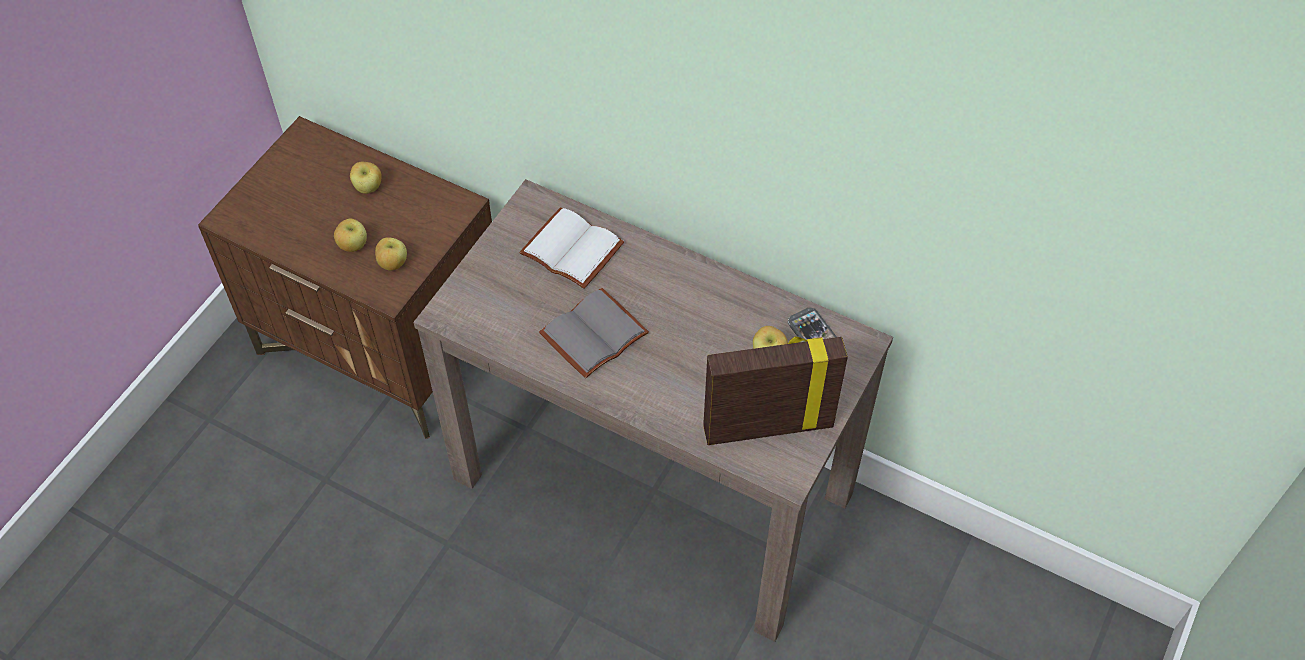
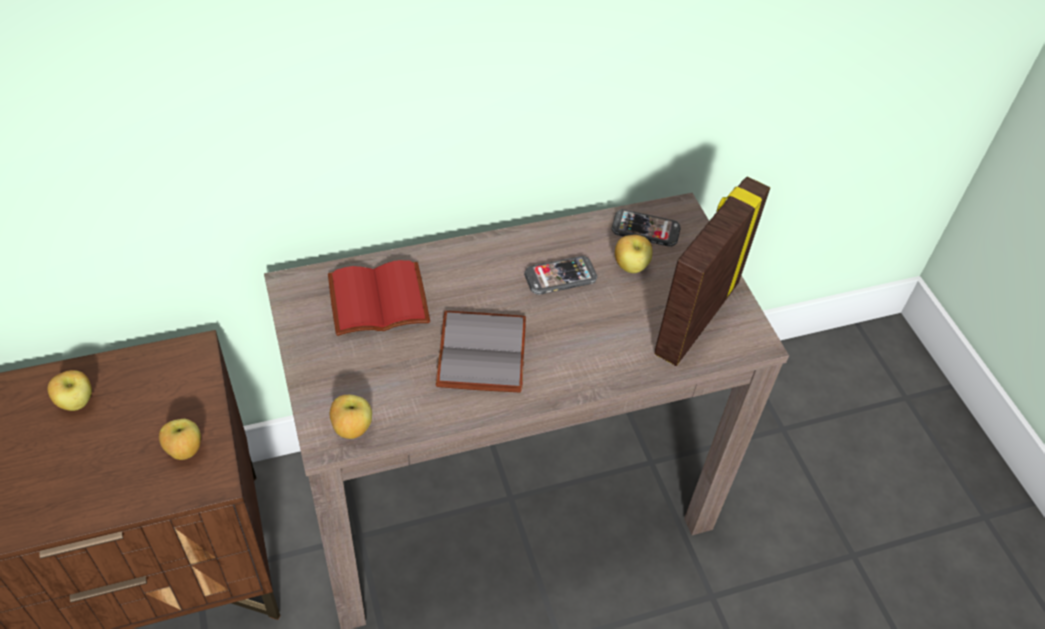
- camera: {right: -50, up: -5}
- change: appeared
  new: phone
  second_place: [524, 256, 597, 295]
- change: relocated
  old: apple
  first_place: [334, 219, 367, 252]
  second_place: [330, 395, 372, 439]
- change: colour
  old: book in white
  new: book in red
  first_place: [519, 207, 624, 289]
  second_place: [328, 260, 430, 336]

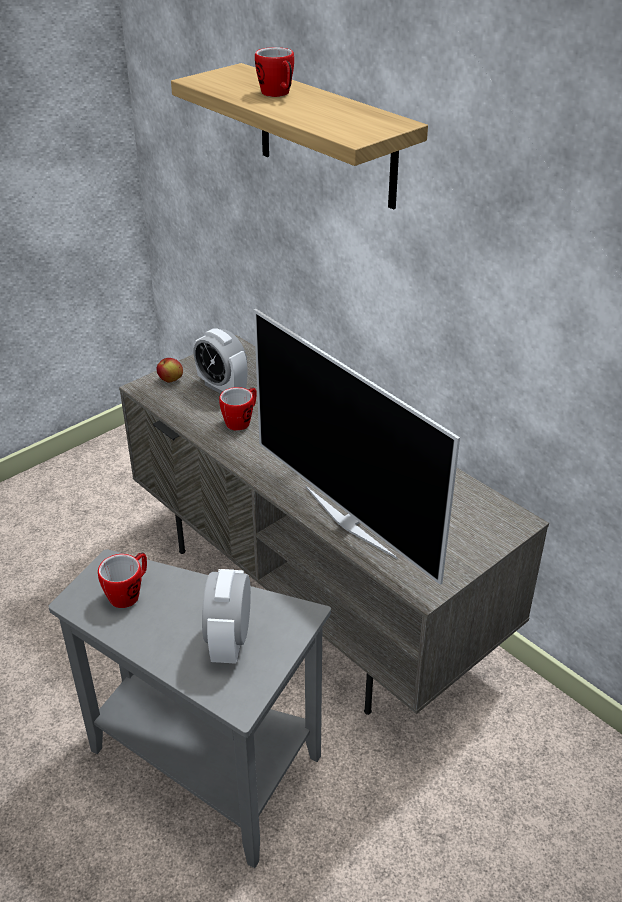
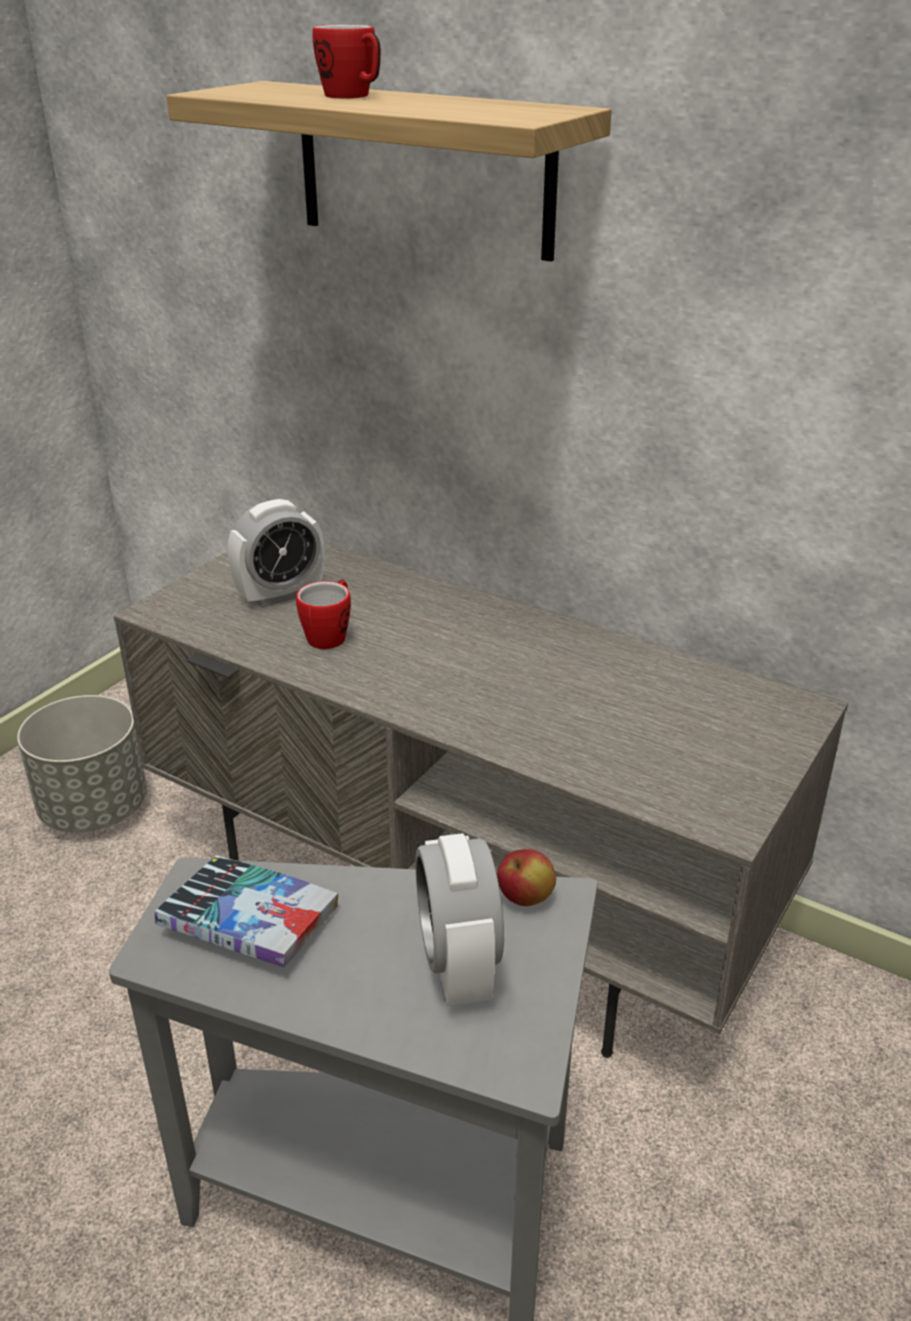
- camera: {right: -15, up: -5}
- change: missing
  old: television
  first_place: [254, 309, 460, 585]
- change: appeared
  new: planter in grey
  second_place: [17, 695, 147, 832]
- change: relocated
  old: apple
  first_place: [157, 358, 183, 383]
  second_place: [497, 849, 556, 906]
- change: exchanged
  old: mug
  new: book
  first_place: [98, 553, 147, 608]
  second_place: [154, 856, 338, 967]
- change: spun
  old: alarm clock
  first_place: [194, 328, 248, 394]
  second_place: [228, 499, 324, 608]
  degrees: -60

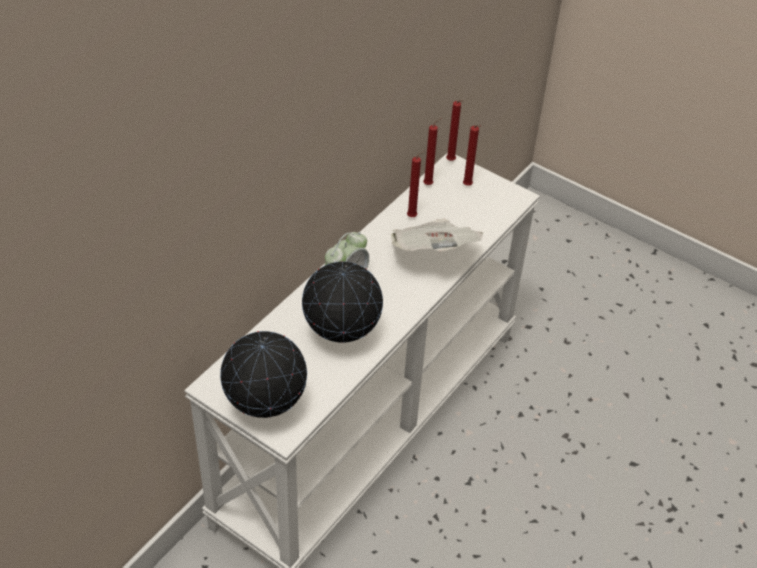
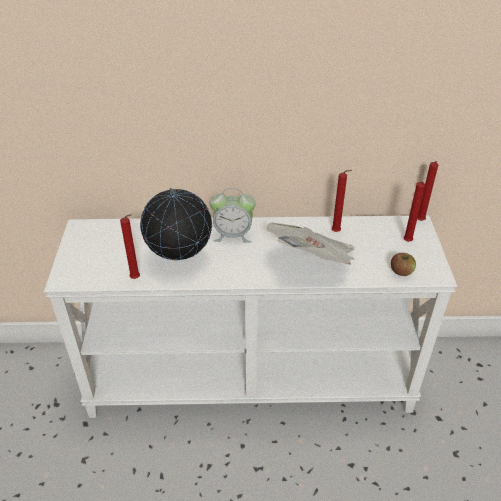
- camera: {right: 55, up: -5}
- change: missing
  old: globe
  first_place: [220, 331, 307, 418]
- change: appeared
  new: apple
  second_place: [391, 253, 416, 276]
- change: relocated
  old: candle in red
  first_place: [423, 118, 441, 185]
  second_place: [120, 214, 140, 279]

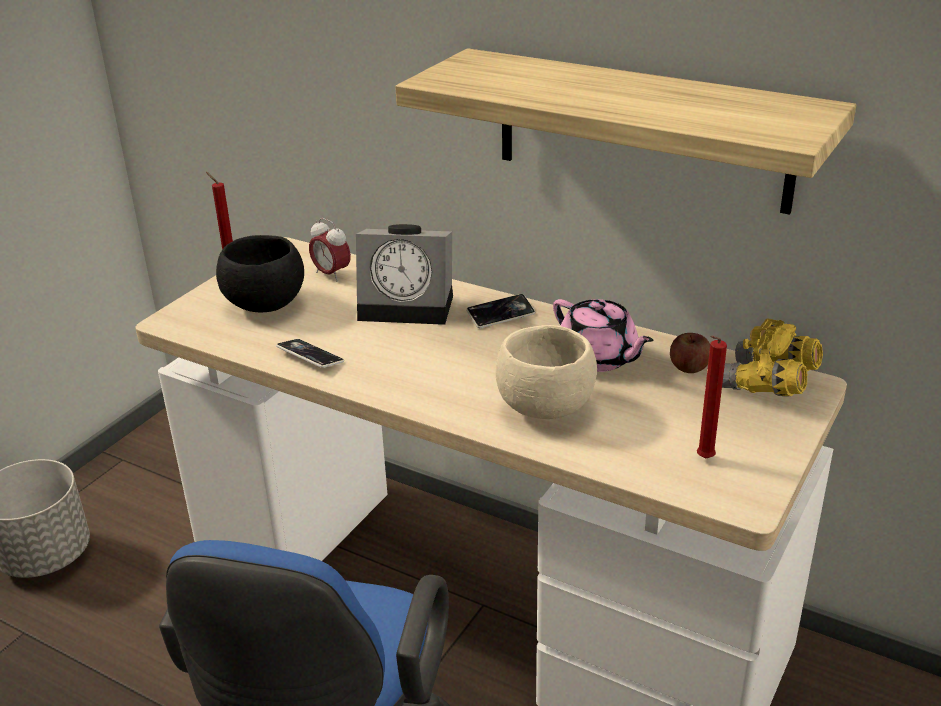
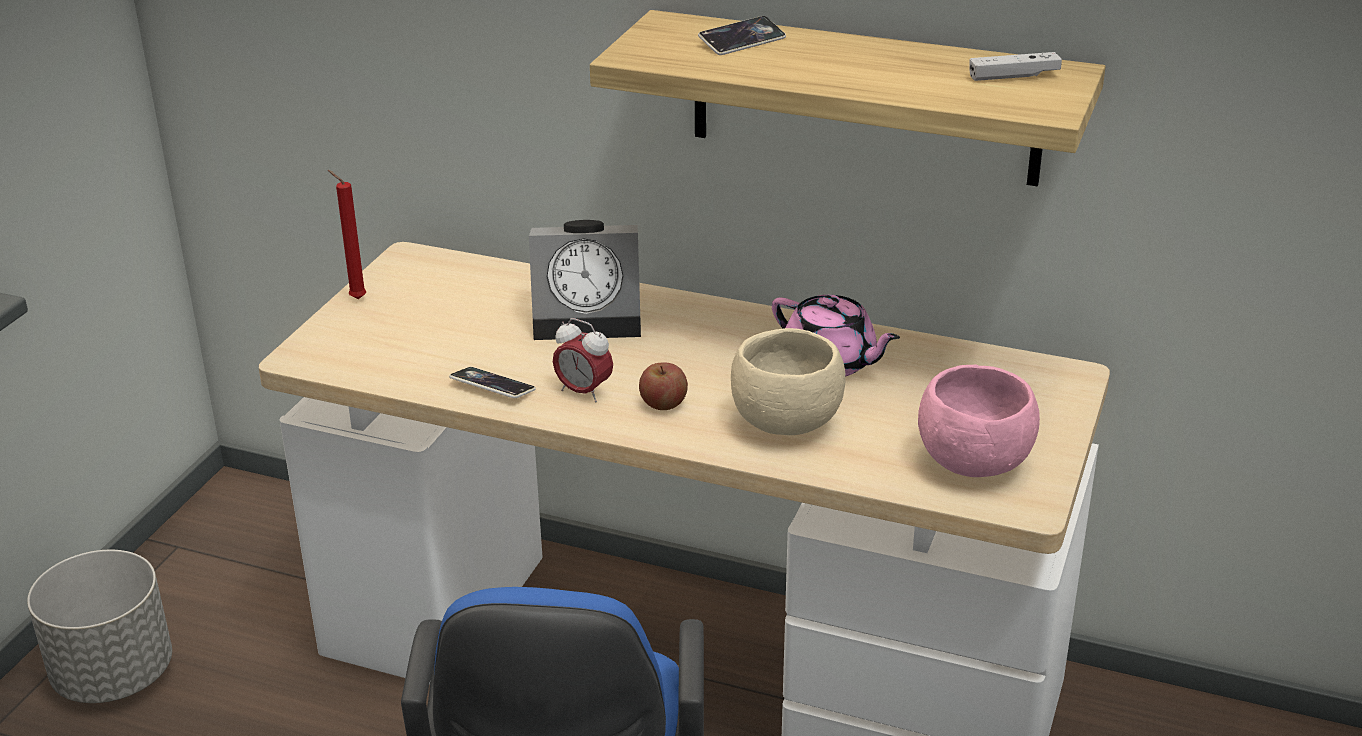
- camera: {right: -10, up: 0}
- change: missing
  old: bowl in black
  first_place: [216, 235, 304, 312]
- change: missing
  old: binoculars in yellow
  first_place: [722, 318, 823, 396]
- change: appeared
  new: game controller in white
  second_place: [969, 52, 1062, 81]
- change: relocated
  old: alarm clock
  first_place: [309, 218, 351, 282]
  second_place: [553, 318, 613, 402]
- change: relocated
  old: phone
  first_place: [466, 294, 535, 328]
  second_place: [698, 16, 786, 55]
- change: relocated
  old: apple
  first_place: [670, 333, 710, 373]
  second_place: [639, 362, 688, 410]
- change: exchanged
  old: candle in red
  new: bowl in pink
  first_place: [697, 336, 727, 459]
  second_place: [918, 365, 1040, 477]

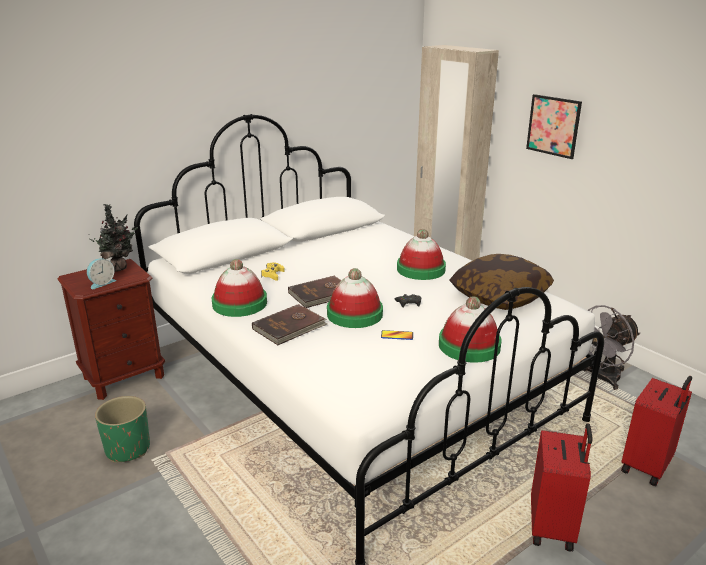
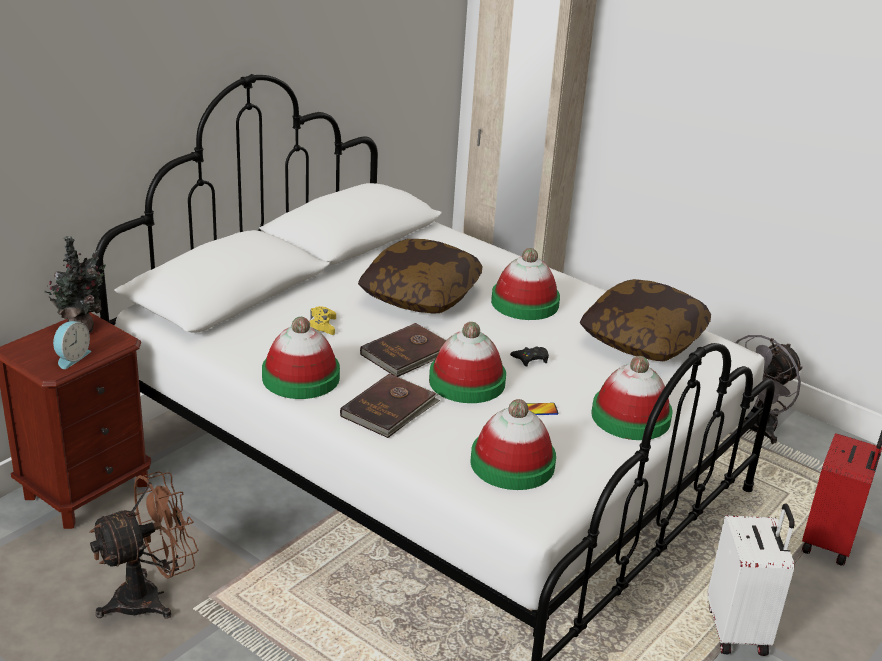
- camera: {right: -15, up: 5}
- change: missing
  old: picture
  first_place: [526, 94, 582, 159]
- change: appeared
  new: pillow
  second_place: [358, 239, 483, 313]
- change: appeared
  new: hat
  second_place: [471, 399, 556, 490]
- change: exchanged
  old: planter in green
  new: fan in brown
  first_place: [95, 396, 150, 462]
  second_place: [90, 471, 198, 619]
- change: colour
  old: suitcase in red
  new: suitcase in white
  first_place: [531, 423, 592, 552]
  second_place: [708, 504, 795, 656]

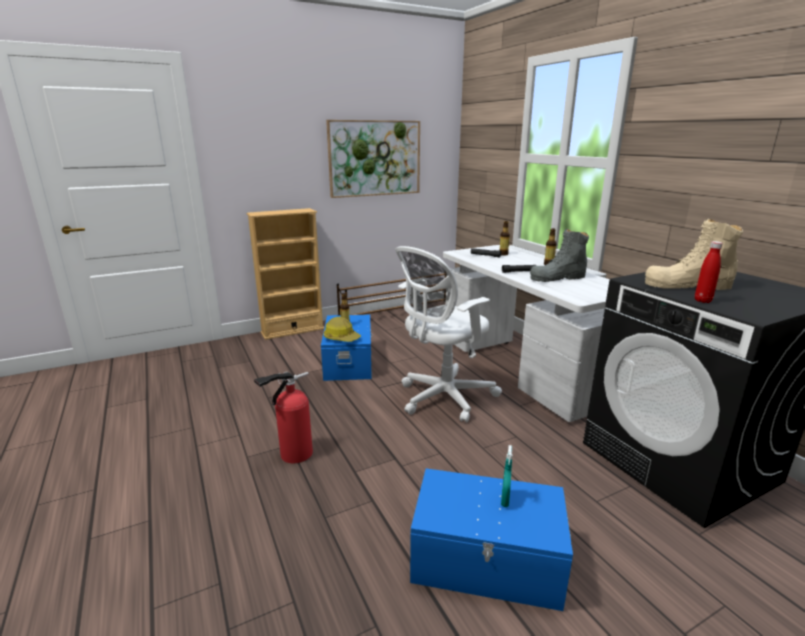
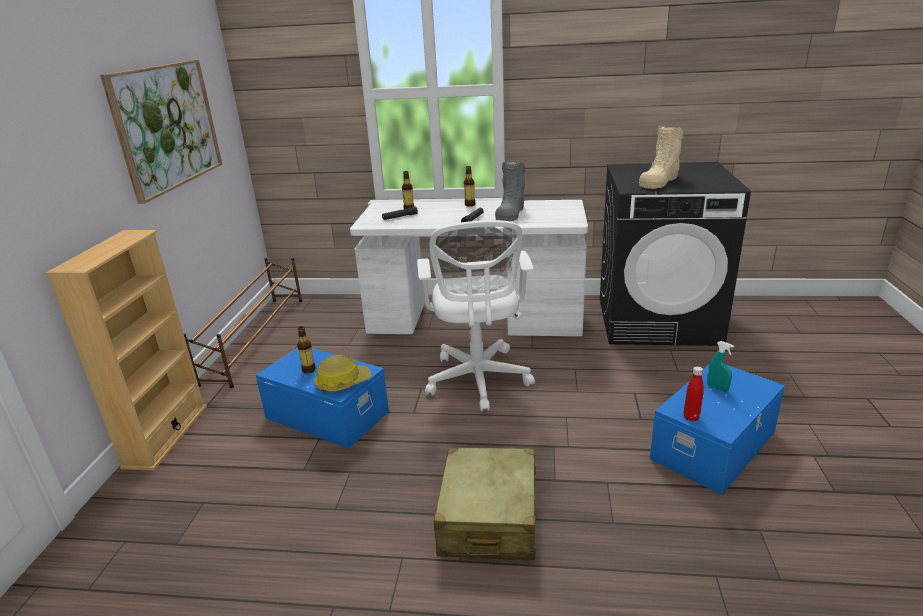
- camera: {right: -55, up: 5}
- change: relocated
  old: bottle in red
  first_place: [695, 241, 723, 303]
  second_place: [684, 366, 704, 421]
- change: exchanged
  old: fire extinguisher
  new: suitcase in beige
  first_place: [254, 372, 313, 463]
  second_place: [434, 447, 536, 560]

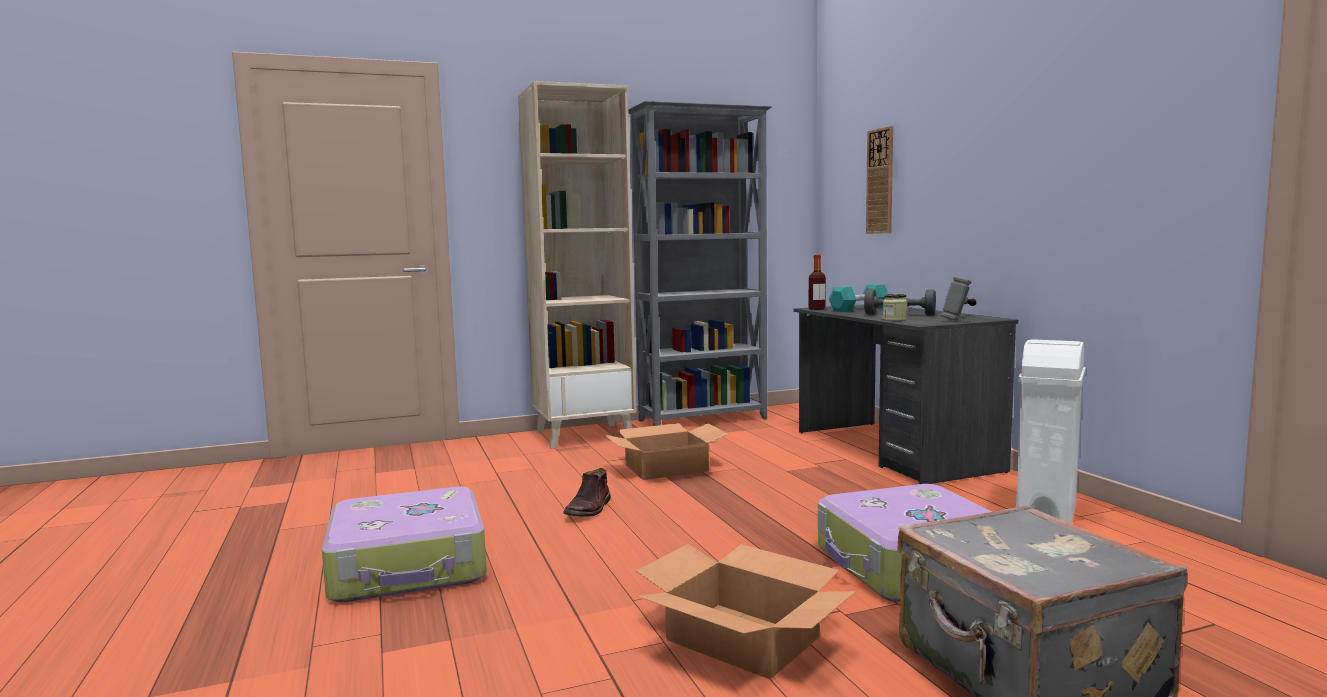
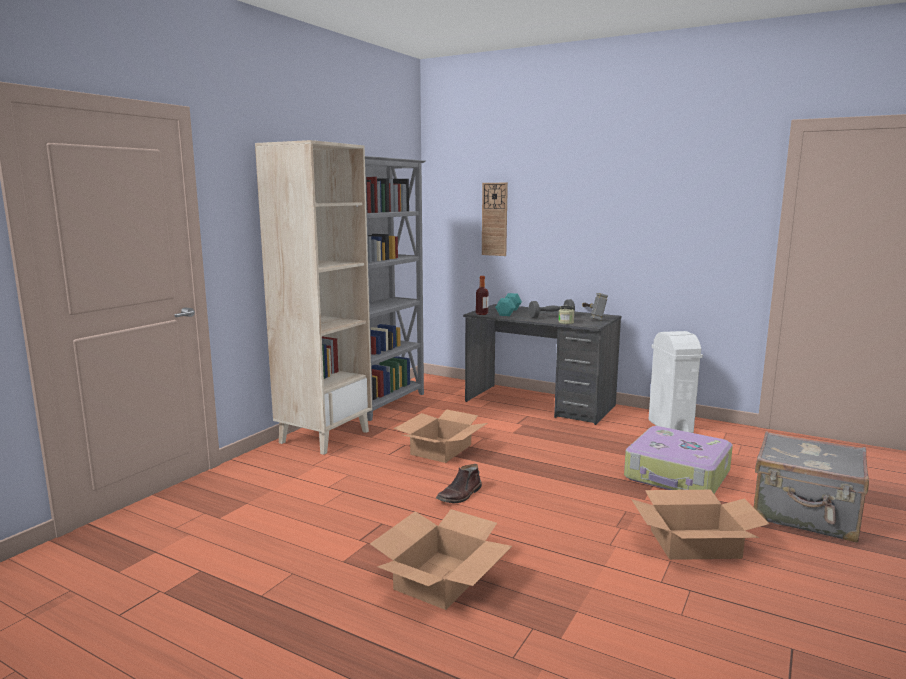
- camera: {right: -40, up: 5}
- change: exchanged
  old: suitcase
  new: cardboard box
  first_place: [322, 487, 487, 602]
  second_place: [370, 509, 512, 610]
- change: spun
  old: boot in brown
  first_place: [563, 468, 611, 517]
  second_place: [436, 464, 482, 503]
  degrees: 60

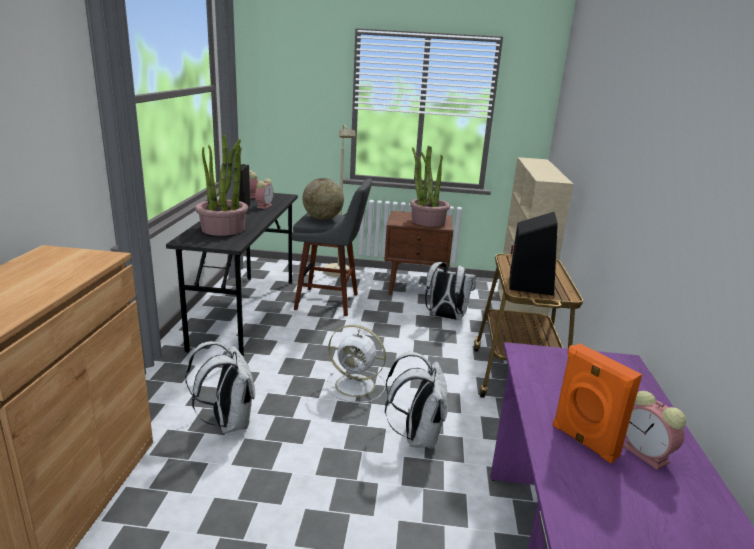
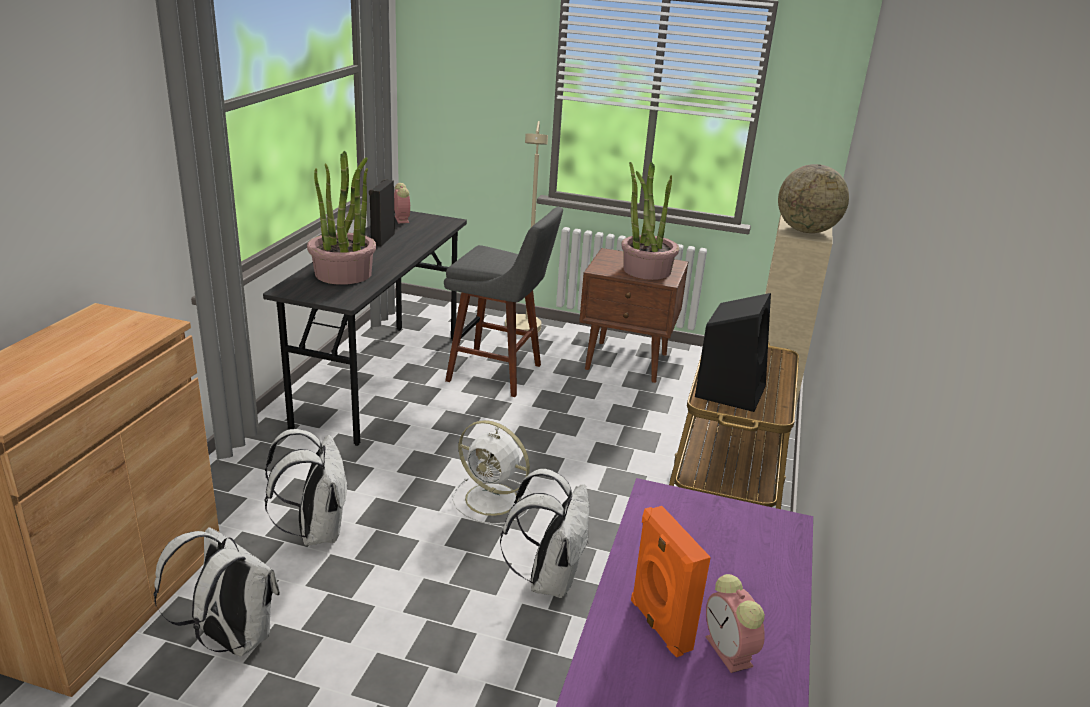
- camera: {right: 10, up: 5}
- change: missing
  old: alarm clock
  first_place: [255, 179, 274, 209]
- change: relocated
  old: globe
  first_place: [303, 178, 344, 220]
  second_place: [778, 164, 849, 233]
- change: relocated
  old: backpack in white
  first_place: [425, 262, 476, 320]
  second_place: [153, 527, 280, 657]

